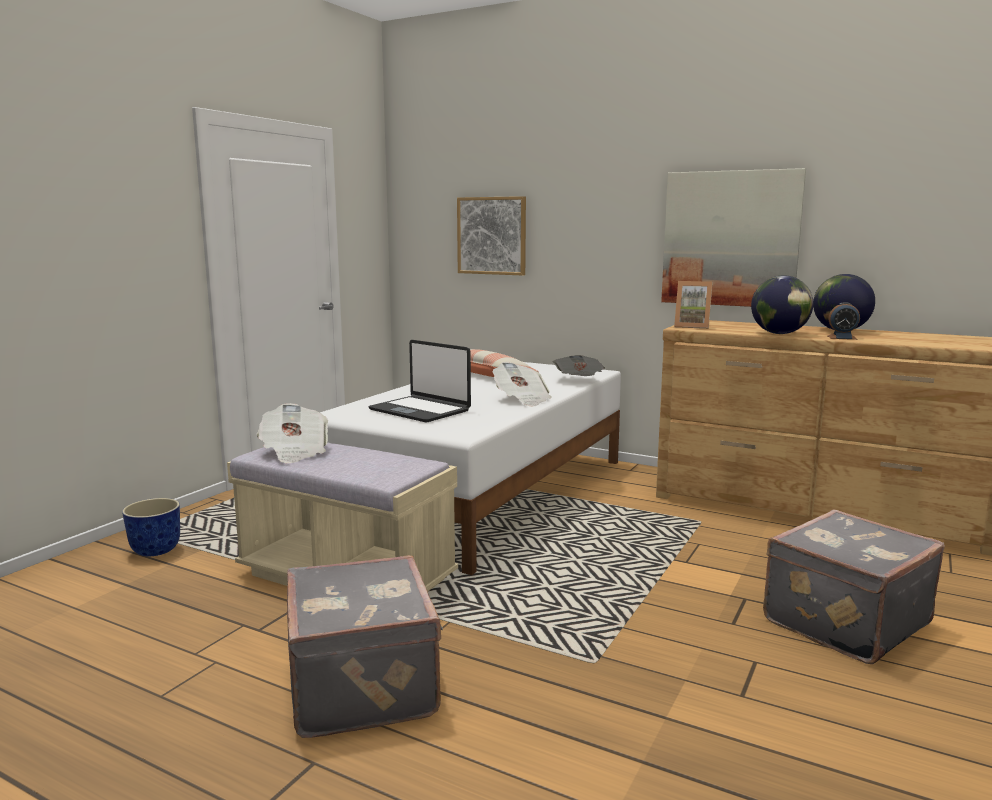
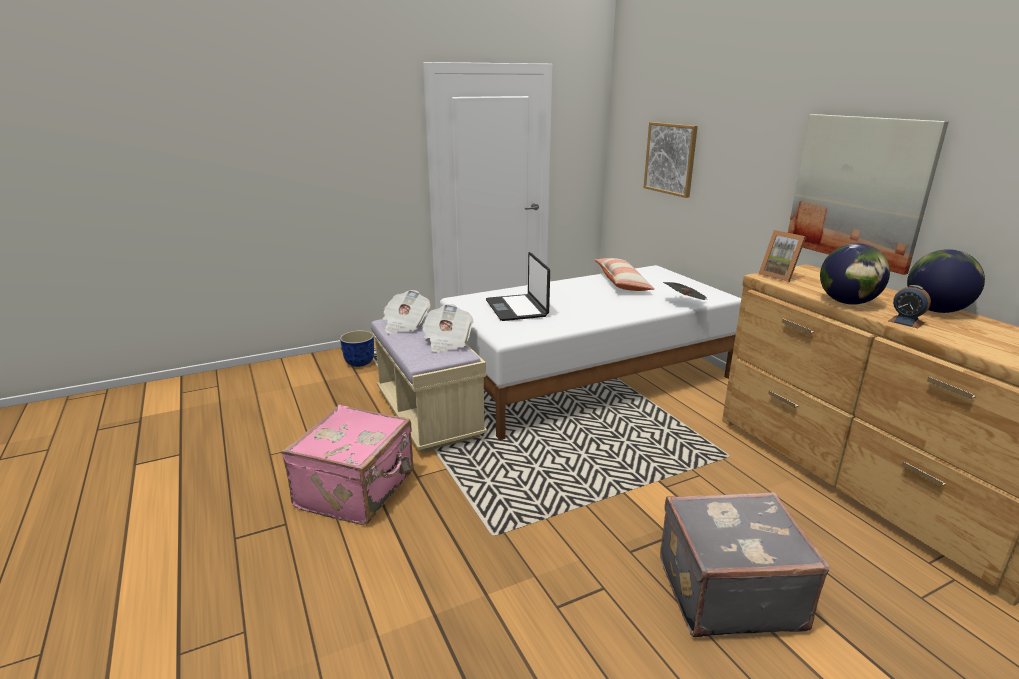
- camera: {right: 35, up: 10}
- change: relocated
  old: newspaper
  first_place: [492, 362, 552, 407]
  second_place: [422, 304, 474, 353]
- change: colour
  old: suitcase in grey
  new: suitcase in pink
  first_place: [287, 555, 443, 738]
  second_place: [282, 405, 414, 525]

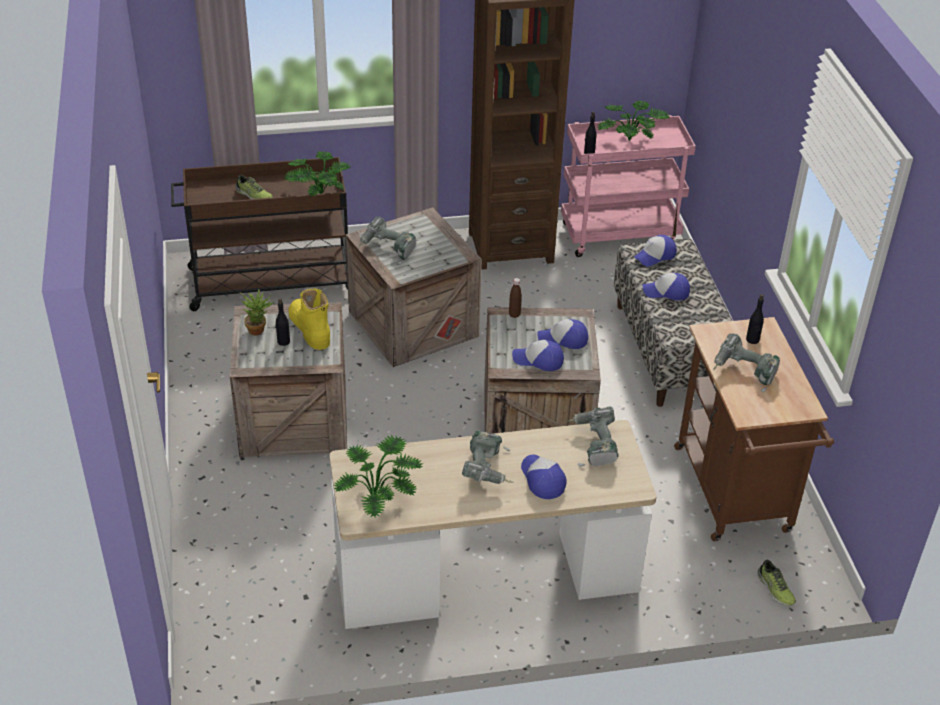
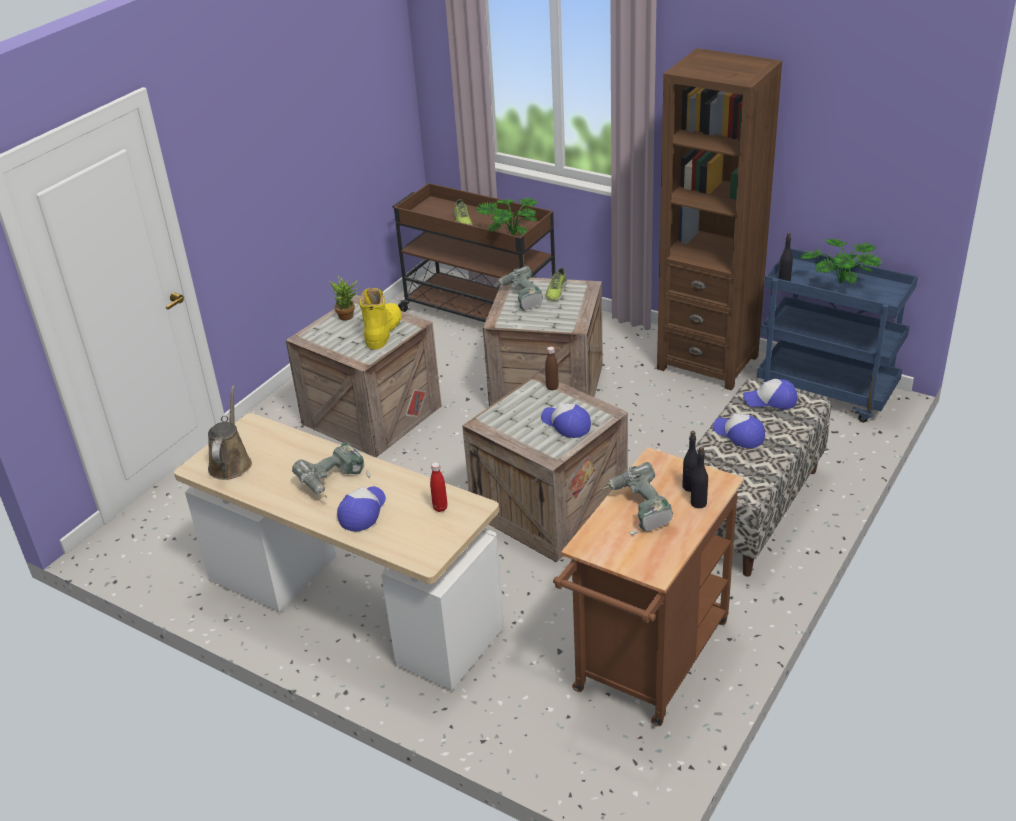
- camera: {right: 45, up: -5}
- change: missing
  old: cap
  first_place: [512, 339, 564, 371]
- change: relocated
  old: bottle in black
  first_place: [275, 298, 290, 346]
  second_place: [691, 447, 708, 508]
- change: relocated
  old: shoe
  first_place: [758, 560, 796, 606]
  second_place: [545, 268, 567, 301]
- change: exchanged
  old: potted plant
  new: watering can in brown
  first_place: [334, 435, 423, 517]
  second_place: [208, 385, 252, 480]
- change: exchanged
  old: power drill
  new: bottle in red
  first_place: [566, 406, 619, 466]
  second_place: [430, 462, 448, 512]
- change: colour
  old: cart in pink
  new: cart in blue
  first_place: [561, 115, 696, 257]
  second_place: [757, 248, 918, 422]

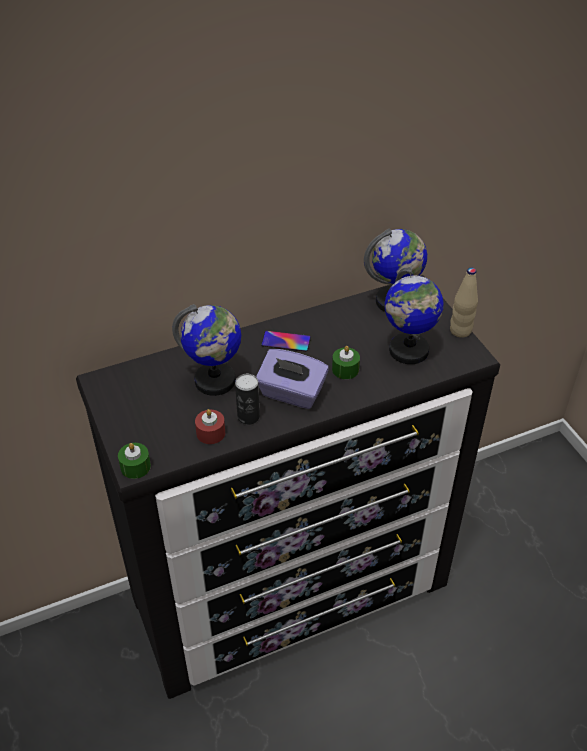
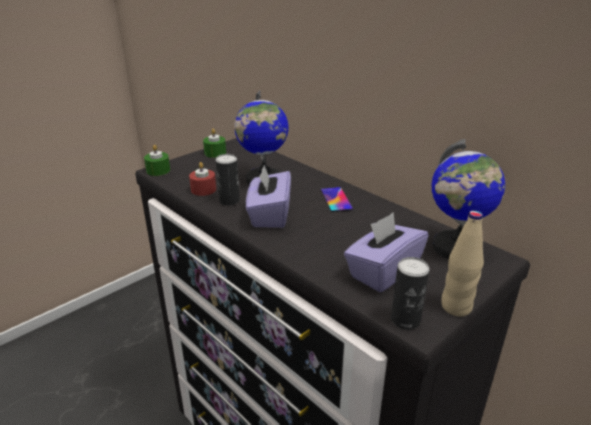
- camera: {right: 70, up: -15}
- change: appeared
  new: can
  second_place: [391, 257, 430, 330]
- change: relocated
  old: candle in green
  first_place: [332, 346, 360, 379]
  second_place: [203, 128, 226, 158]
- change: exchanged
  old: globe
  new: tissue box in purple
  first_place: [385, 267, 444, 364]
  second_place: [344, 212, 429, 292]

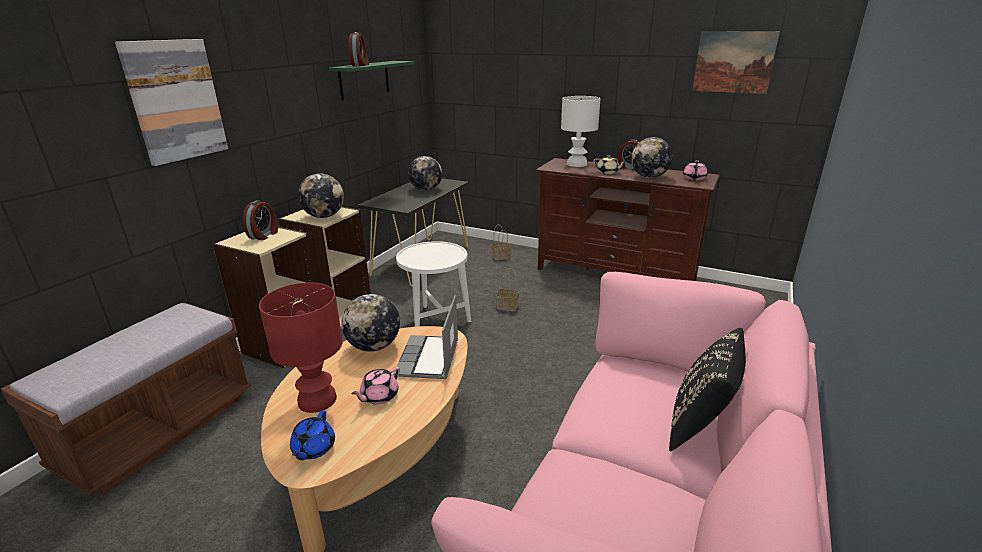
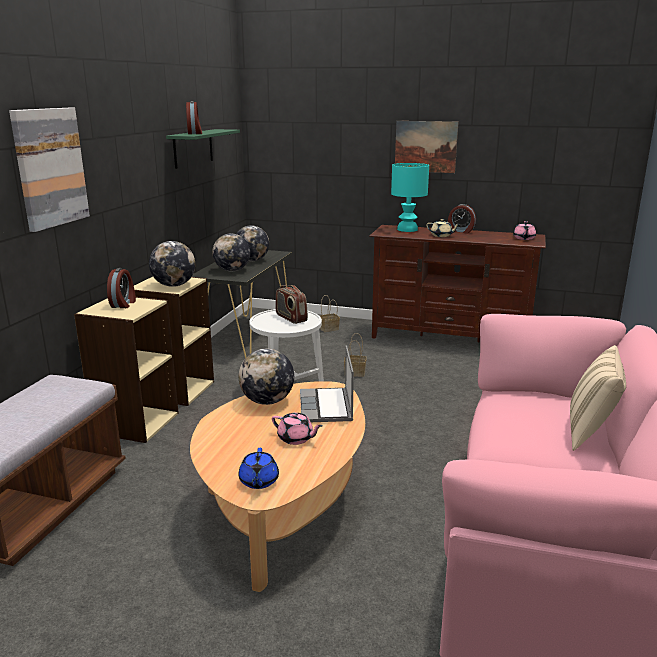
- camera: {right: -10, up: -5}
- change: missing
  old: table lamp in red
  first_place: [259, 283, 343, 413]
- change: appeared
  new: radio
  second_place: [275, 285, 308, 324]
- change: relocated
  old: globe
  first_place: [631, 137, 673, 178]
  second_place: [212, 234, 250, 271]
- change: relocated
  old: picture
  first_place: [692, 31, 780, 94]
  second_place: [395, 121, 459, 173]
- change: colour
  old: table lamp in white
  new: table lamp in turquoise
  first_place: [561, 96, 601, 167]
  second_place: [391, 163, 429, 232]
- change: colour
  old: pillow in black
  new: pillow in beige
  first_place: [669, 328, 746, 452]
  second_place: [570, 345, 626, 451]
- change: spun
  old: teapot in pink
  first_place: [352, 367, 400, 405]
  second_place: [272, 413, 322, 445]
  degrees: -90

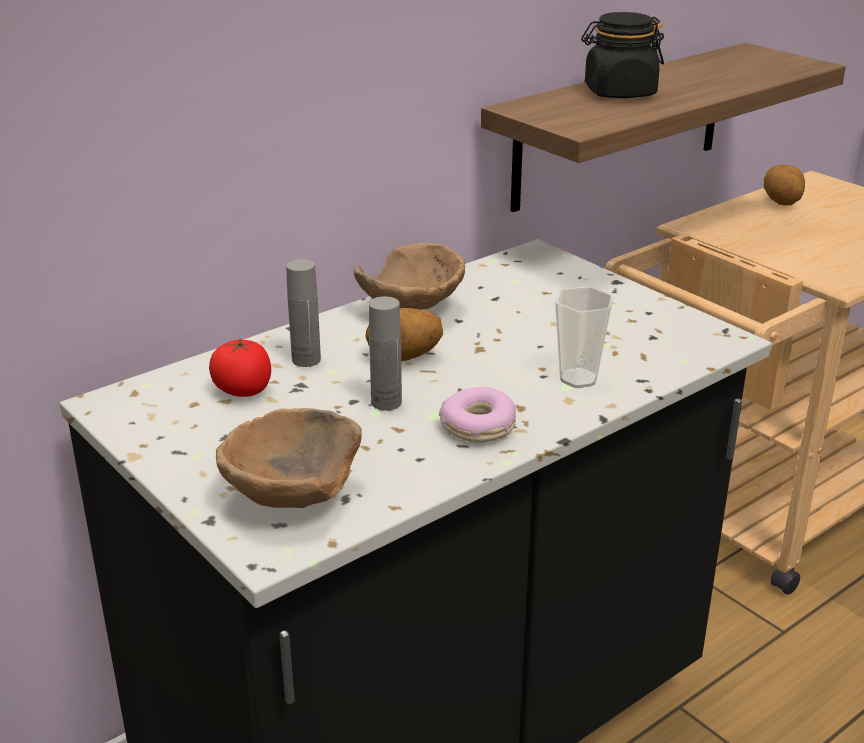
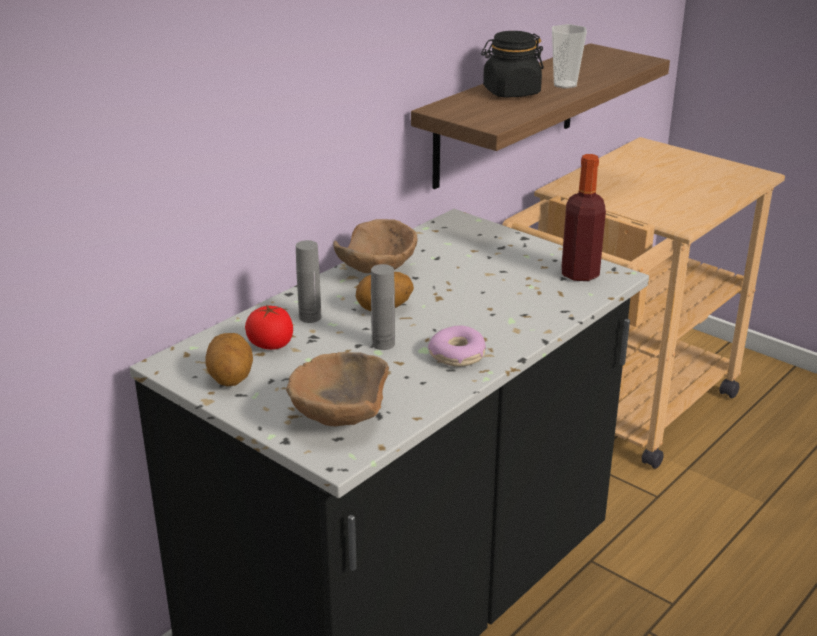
- camera: {right: -10, up: 0}
- change: appeared
  new: bottle
  second_place: [561, 154, 606, 281]
- change: relocated
  old: cup
  first_place: [555, 286, 614, 388]
  second_place: [552, 24, 587, 89]
- change: relocated
  old: potato
  first_place: [764, 165, 805, 205]
  second_place: [205, 333, 253, 386]

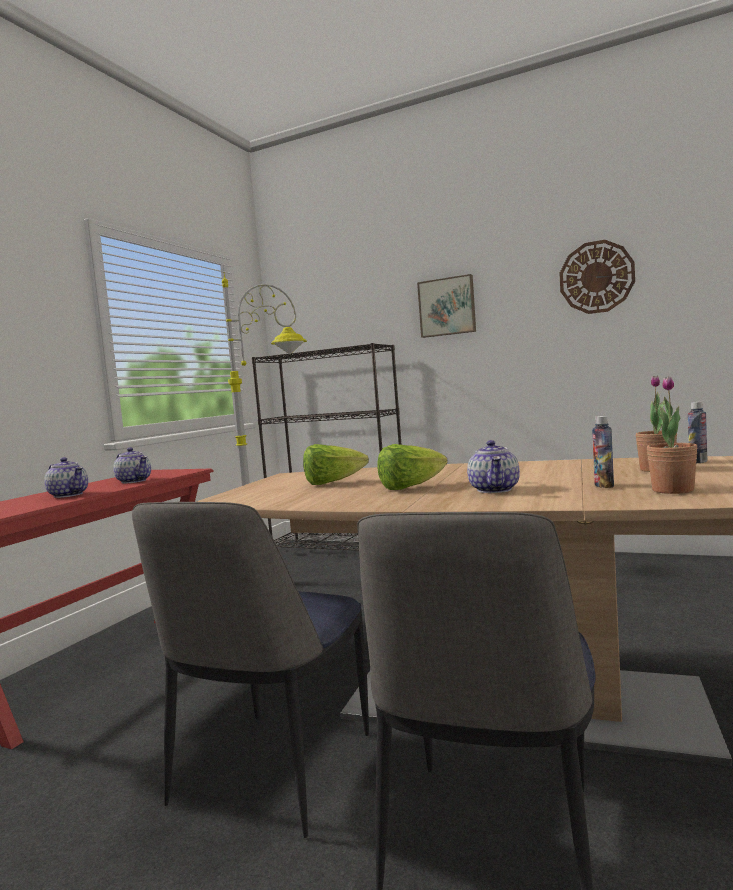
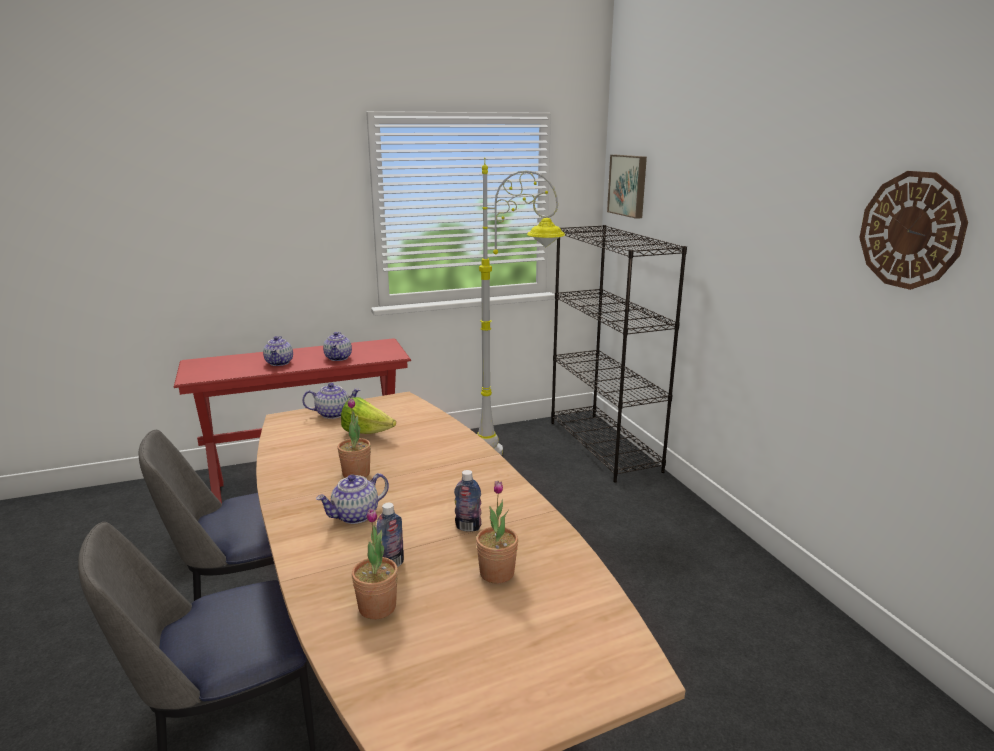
- camera: {right: 45, up: 15}
- change: appeared
  new: teapot
  second_place: [302, 383, 361, 419]
- change: relocated
  old: picture
  first_place: [417, 274, 476, 338]
  second_place: [607, 155, 647, 219]
- change: relocated
  old: bottle
  first_place: [688, 402, 708, 463]
  second_place: [454, 470, 482, 532]
- change: exchanged
  old: lettuce
  new: potted plant
  first_place: [377, 444, 448, 490]
  second_place: [337, 398, 371, 478]

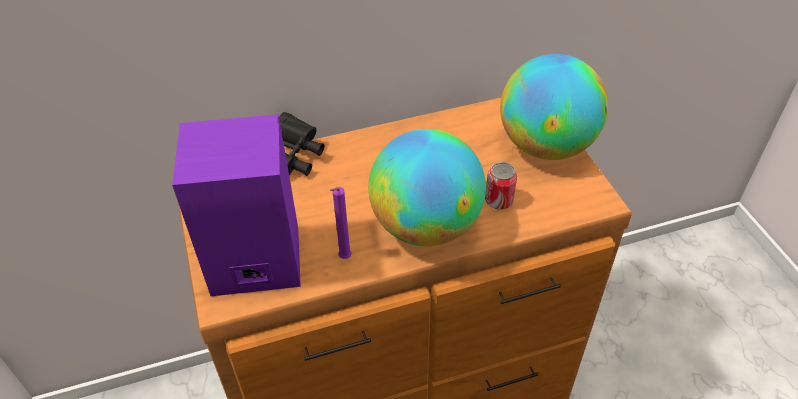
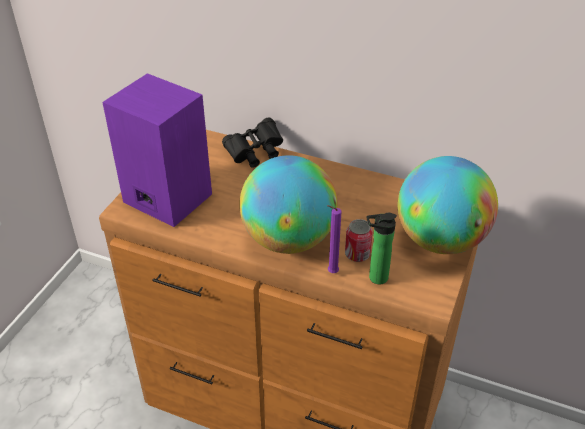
- camera: {right: 40, up: -5}
- change: appeared
  new: bottle
  second_place: [366, 213, 397, 284]
- change: relocated
  old: candle in purple
  first_place: [330, 187, 352, 259]
  second_place: [327, 205, 341, 273]

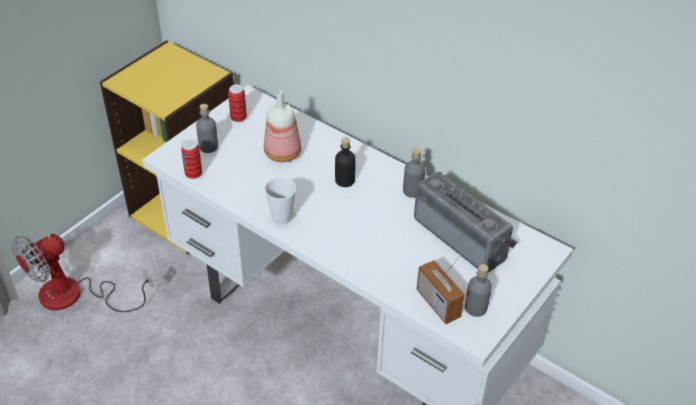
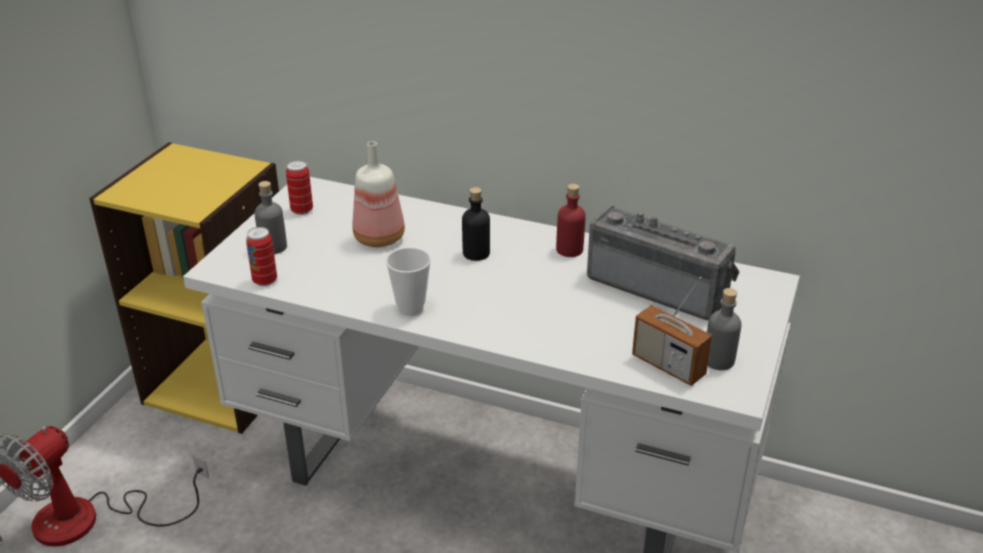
- camera: {right: -15, up: -10}
- change: colour
  old: bottle in grey
  new: bottle in red
  first_place: [403, 148, 425, 198]
  second_place: [556, 184, 586, 257]

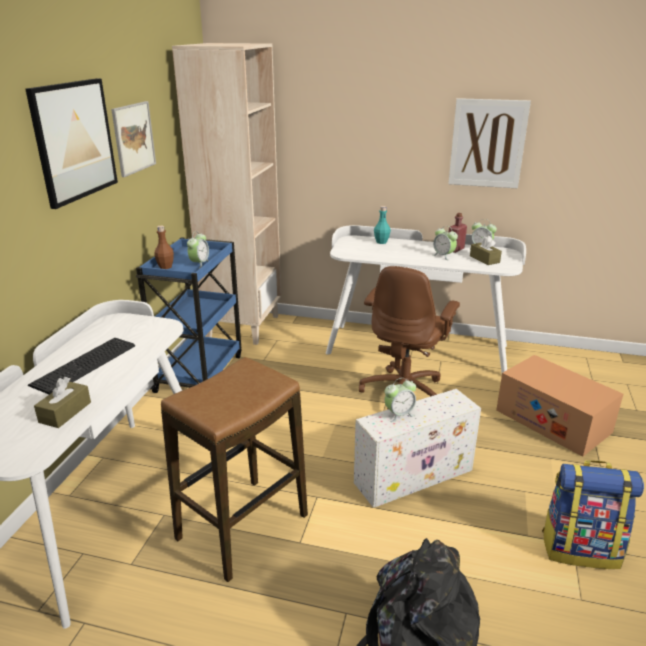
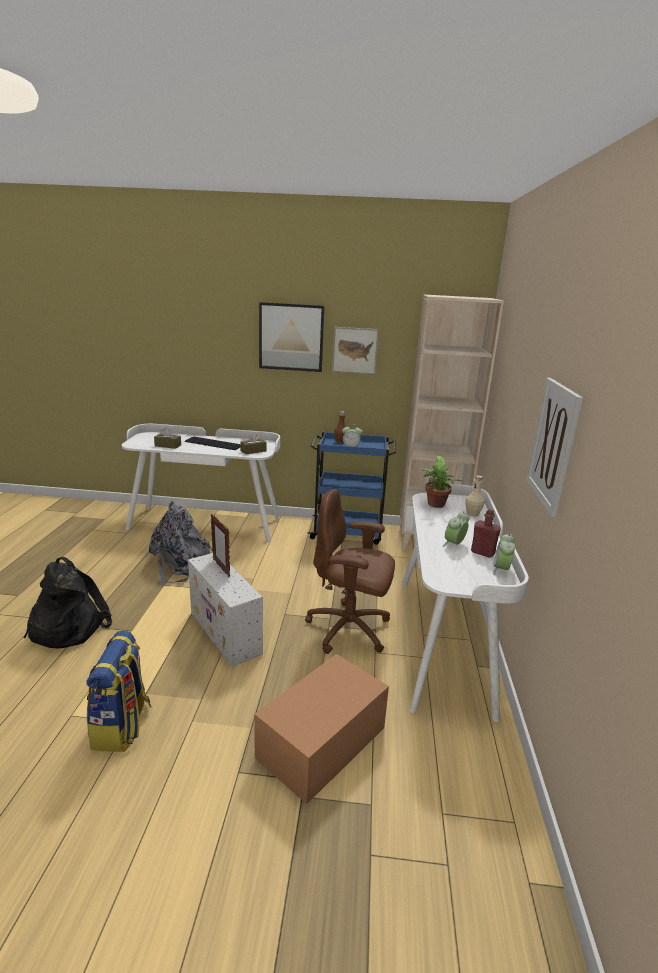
- camera: {right: 80, up: -5}
- change: appeared
  new: potted plant
  second_place: [422, 456, 463, 508]
- change: relocated
  old: tissue box in brown
  first_place: [470, 236, 502, 265]
  second_place: [240, 433, 267, 454]
- change: exchanged
  old: stool
  new: backpack in grey
  first_place: [161, 357, 308, 582]
  second_place: [149, 501, 213, 584]
- change: exchanged
  old: alarm clock
  new: picture frame
  first_place: [385, 378, 416, 423]
  second_place: [211, 514, 230, 577]
- change: colour
  old: bottle in turquoise
  new: bottle in beige
  first_place: [374, 206, 391, 244]
  second_place: [465, 475, 485, 517]

